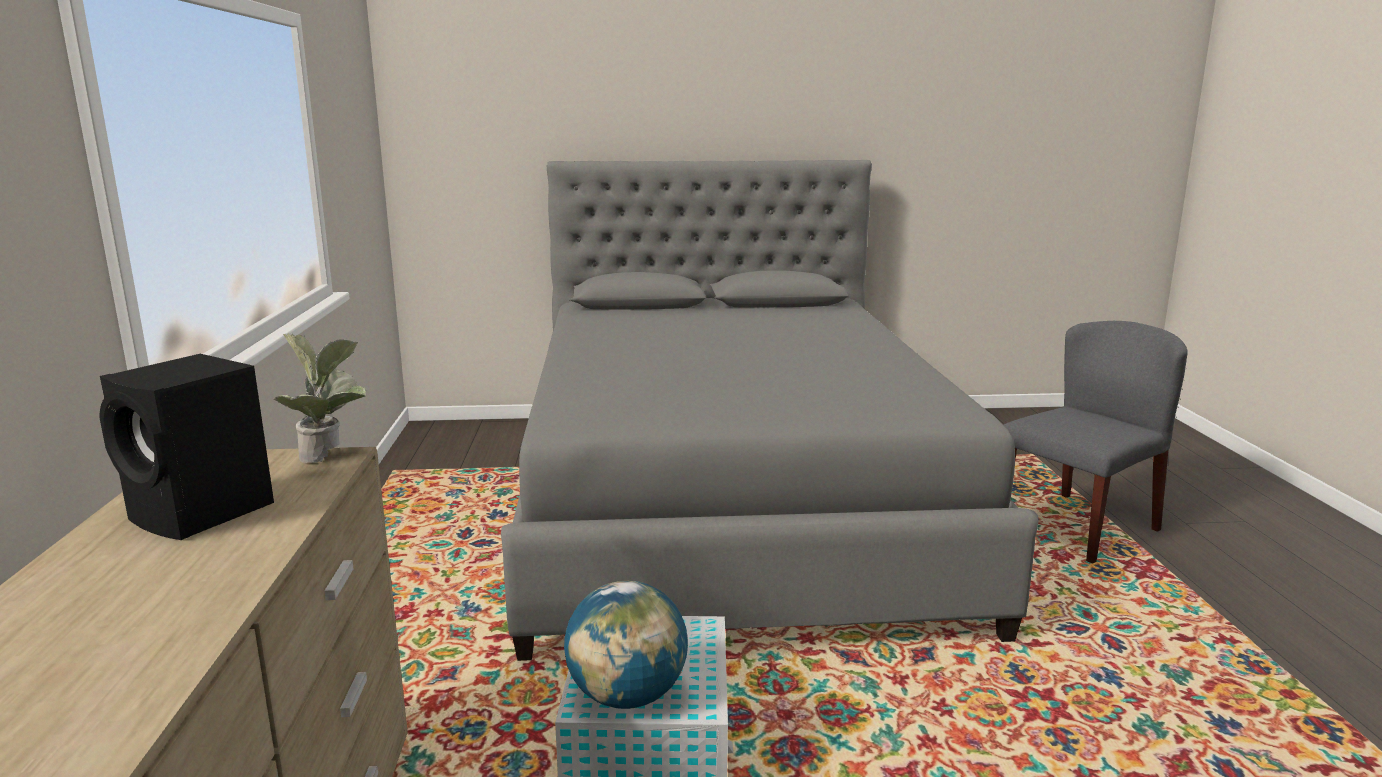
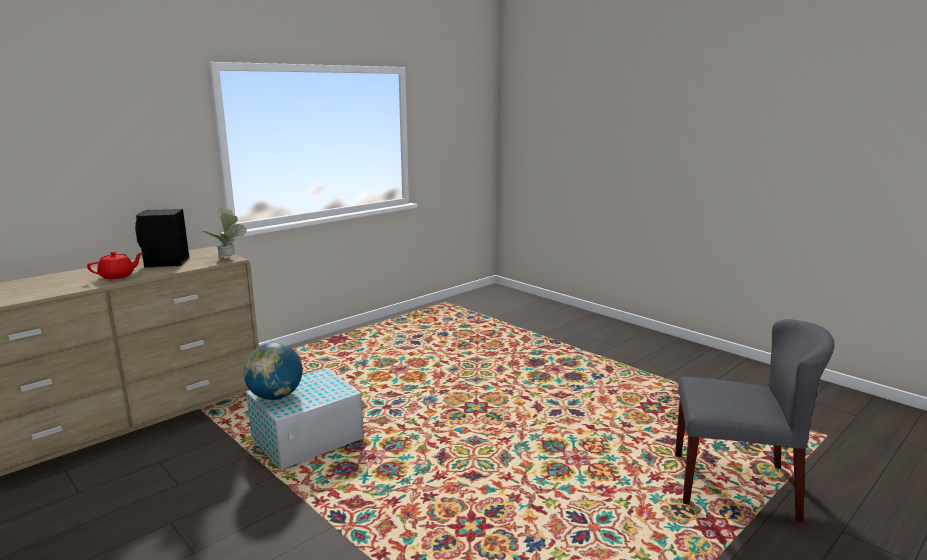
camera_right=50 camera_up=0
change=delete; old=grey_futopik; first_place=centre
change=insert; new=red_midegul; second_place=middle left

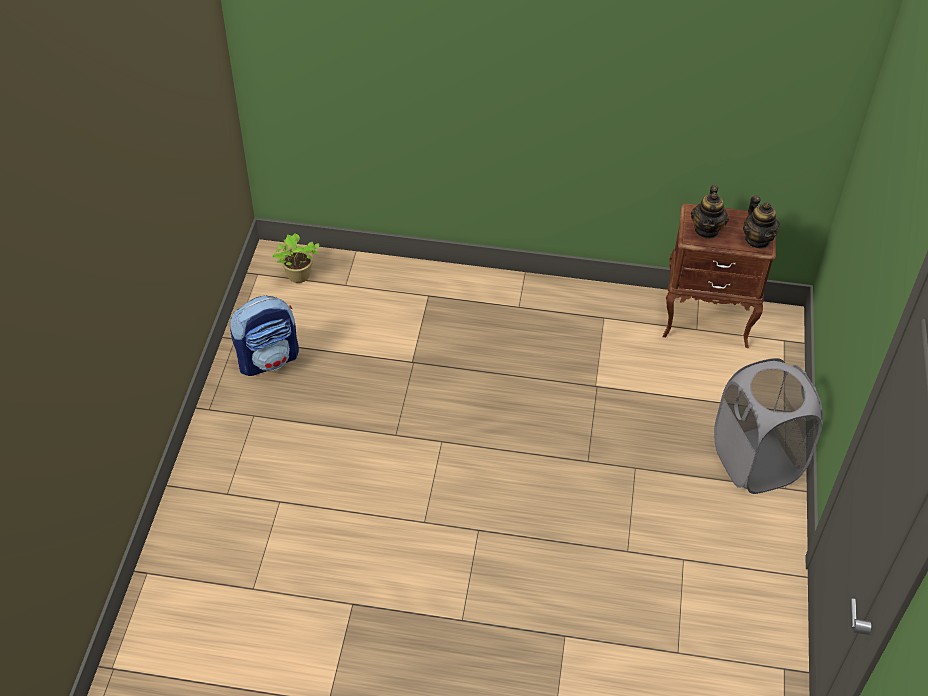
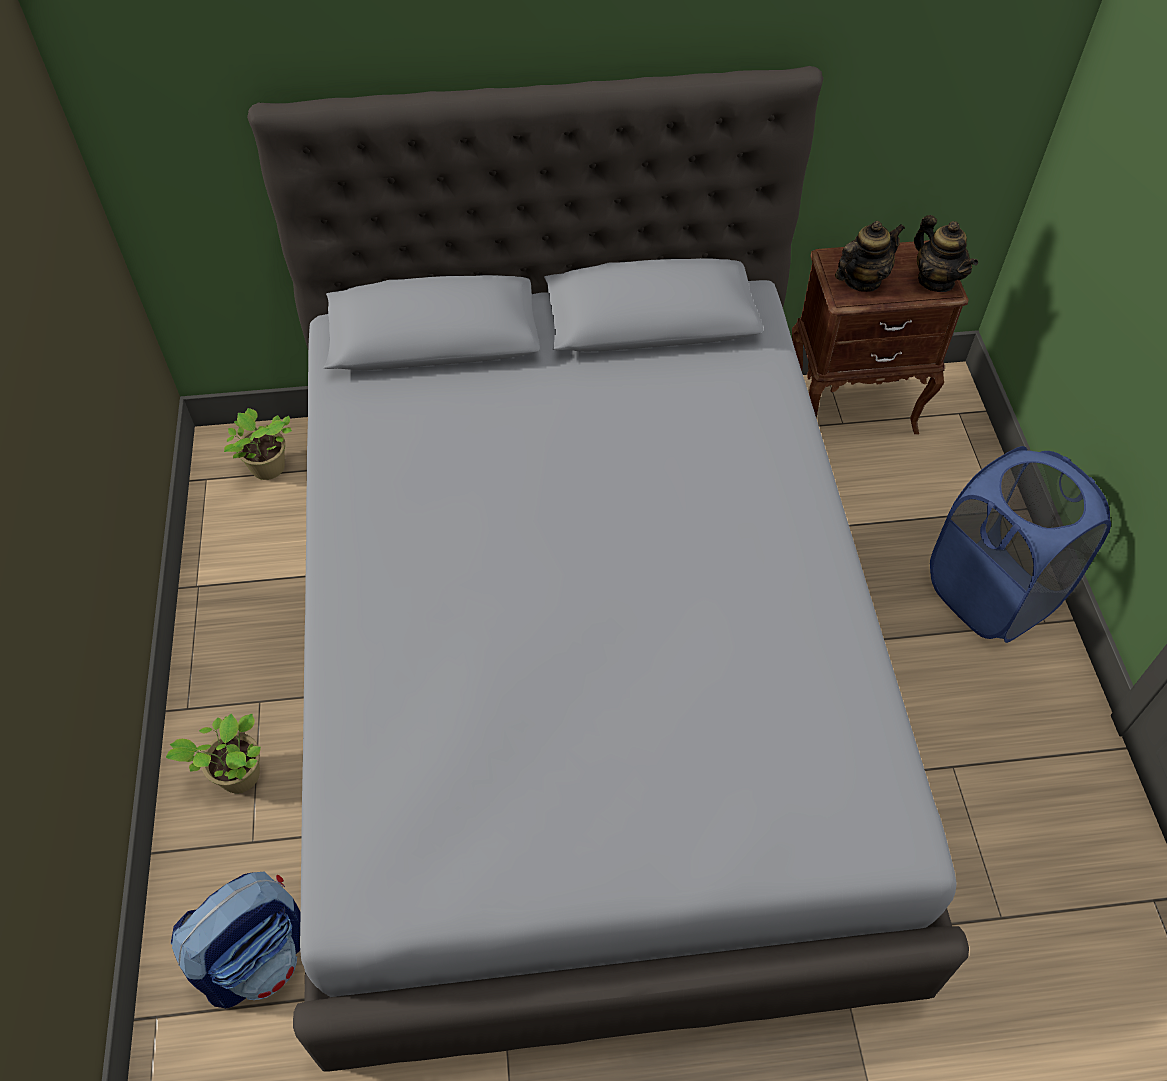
camera_right=-15 camera_up=5
change=move; old=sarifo; first_place=middle left; second_place=bottom left
change=rotate; old=midegul (1st from left); first_place=top right; second_place=top right; degrees=-120
change=recolor; old=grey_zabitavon; new=blue_zabitavon; first_place=middle right; second_place=middle right
change=insert; new=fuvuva (1st from left); second_place=bottom left
change=insert; new=grey_futopik; second_place=centre

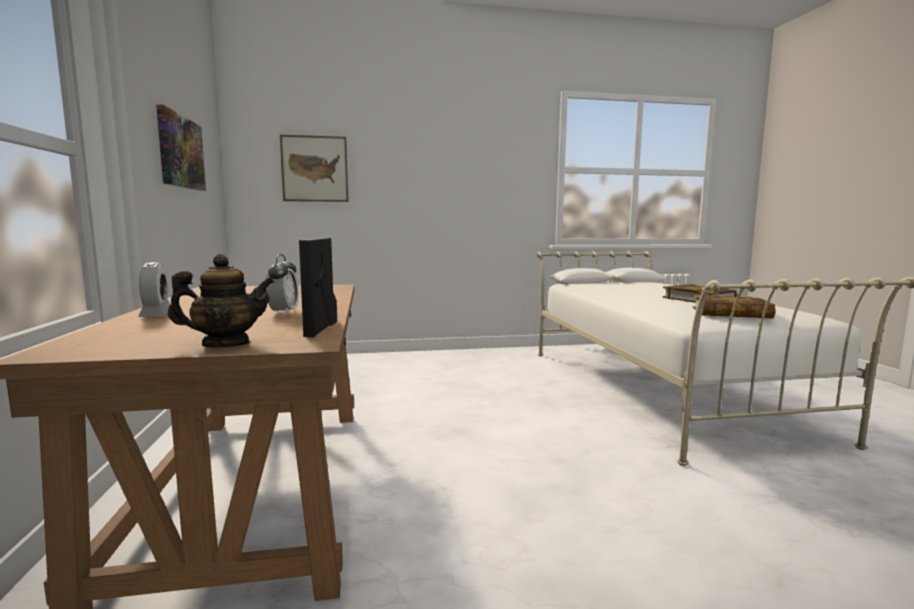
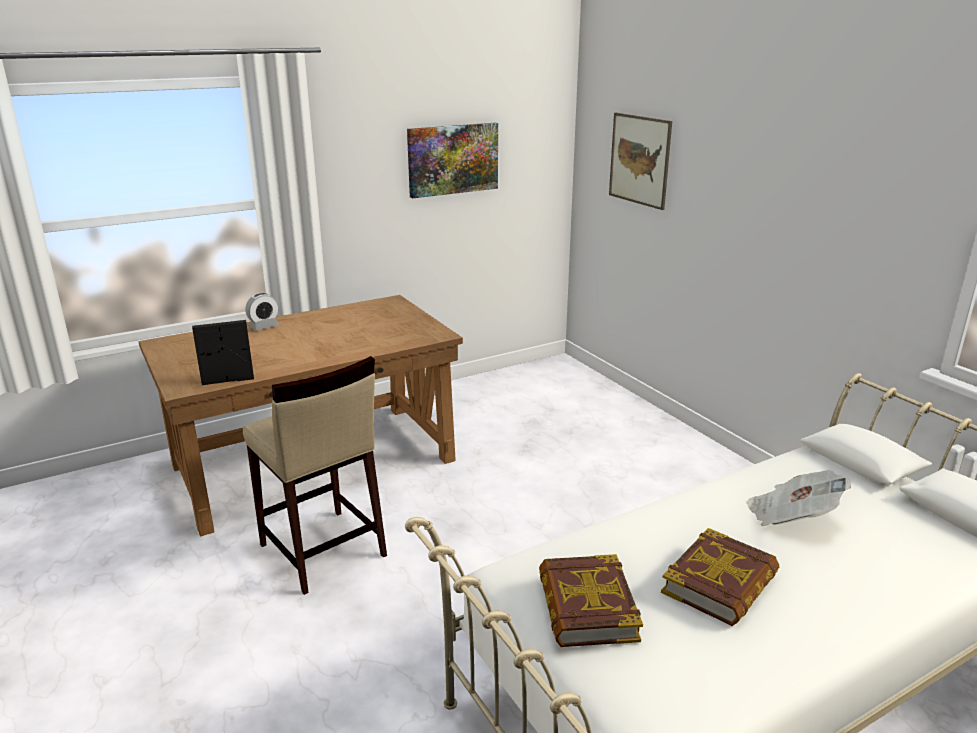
camera_right=70 camera_up=15
change=delete; old=midegul; first_place=middle left
change=delete; old=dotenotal (2nd from left); first_place=middle left
change=insert; new=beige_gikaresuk; second_place=middle left
change=insert; new=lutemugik; second_place=bottom right

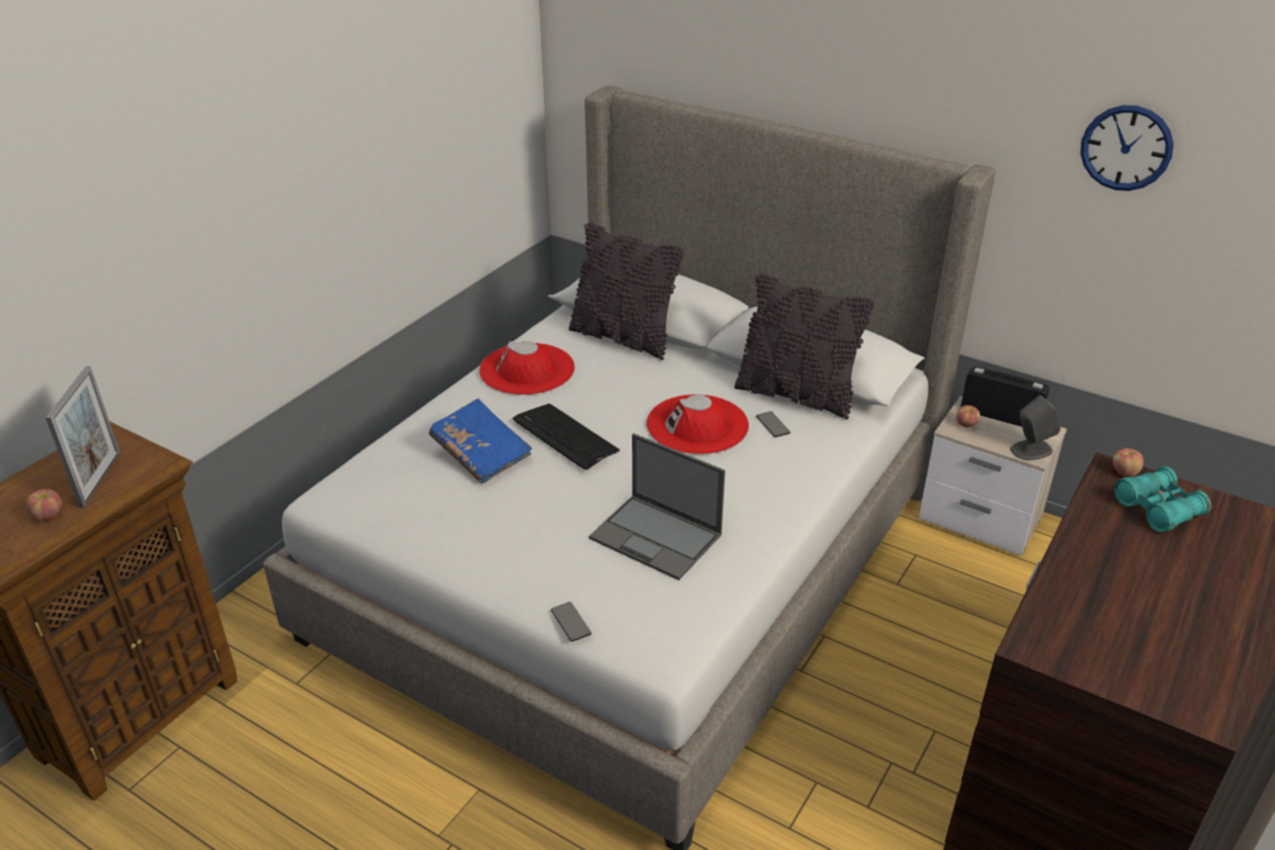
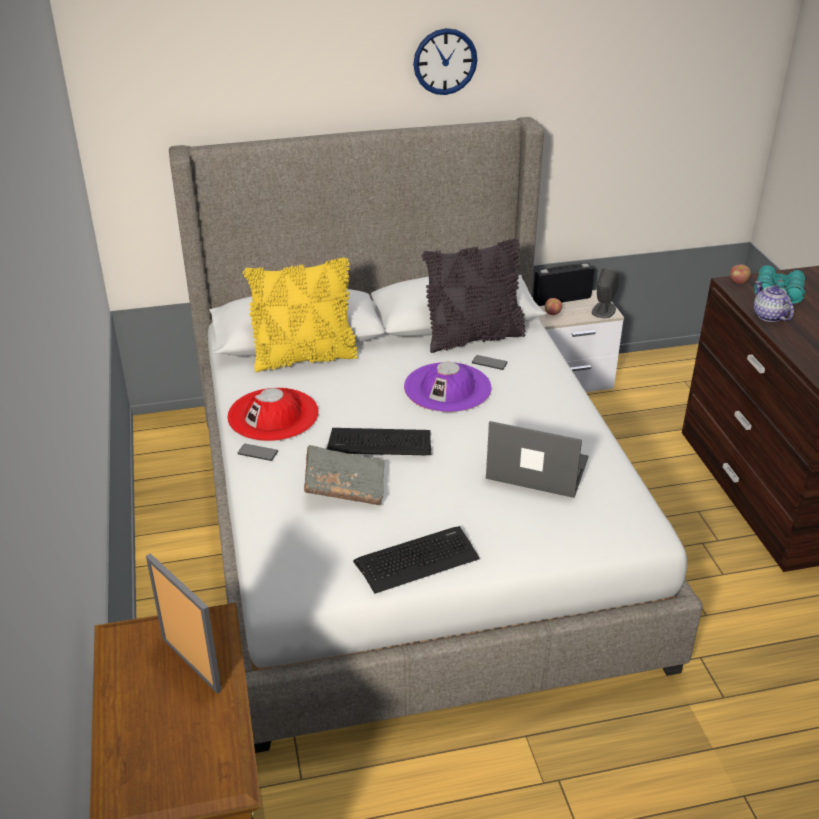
camera_right=-45 camera_up=0
change=delete; old=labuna (1st from left); first_place=middle left
change=recolor; old=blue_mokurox; new=grey_mokurox; first_place=centre; second_place=centre
change=move; old=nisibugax (1st from left); first_place=bottom centre; second_place=middle left
change=recolor; old=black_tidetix (1st from left); new=yellow_tidetix; first_place=centre; second_place=centre
change=rotate; old=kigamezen; first_place=centre; second_place=centre; degrees=-150
change=recolor; old=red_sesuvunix (2nd from left); new=purple_sesuvunix; first_place=centre; second_place=centre
change=move; old=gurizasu; first_place=top right; second_place=top centre
change=insert; new=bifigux (2nd from left); second_place=bottom centre
change=insert; new=midegul; second_place=middle right

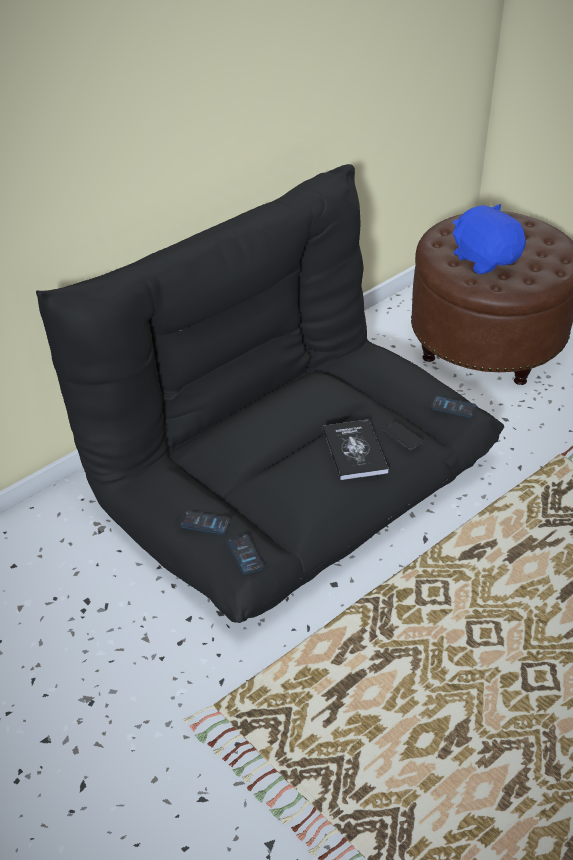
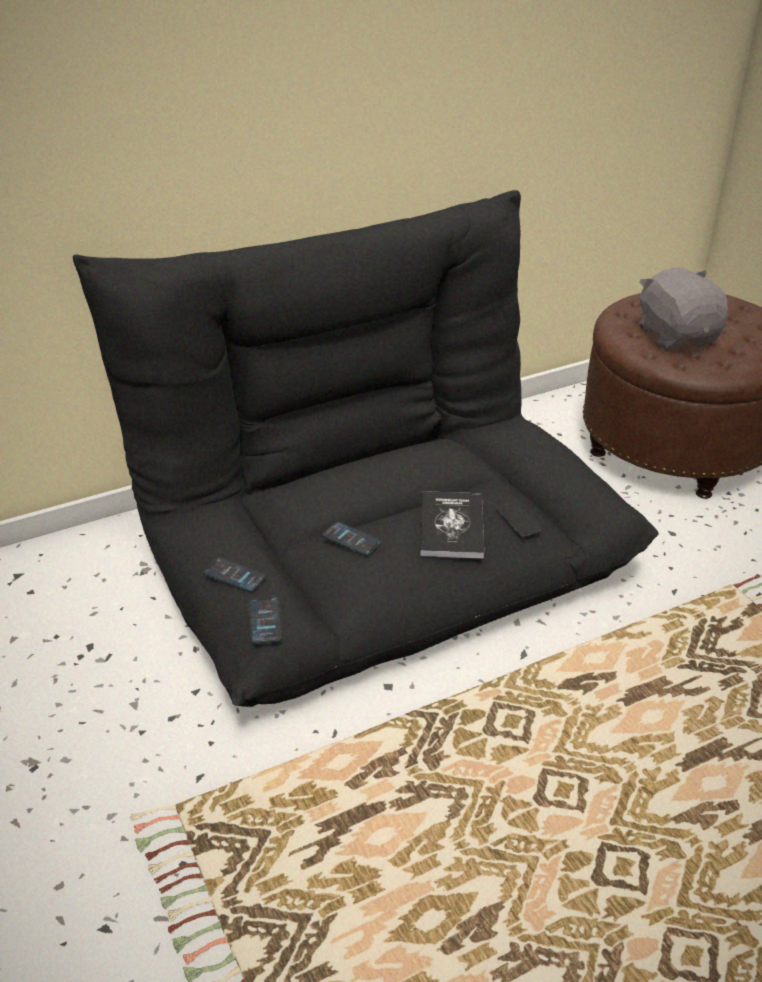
camera_right=15 camera_up=-5
change=move; old=nisibugax (4th from left in the first image); new=nisibugax (3rd from left); first_place=middle right; second_place=centre
change=recolor; old=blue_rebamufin; new=grey_rebamufin; first_place=top right; second_place=top right

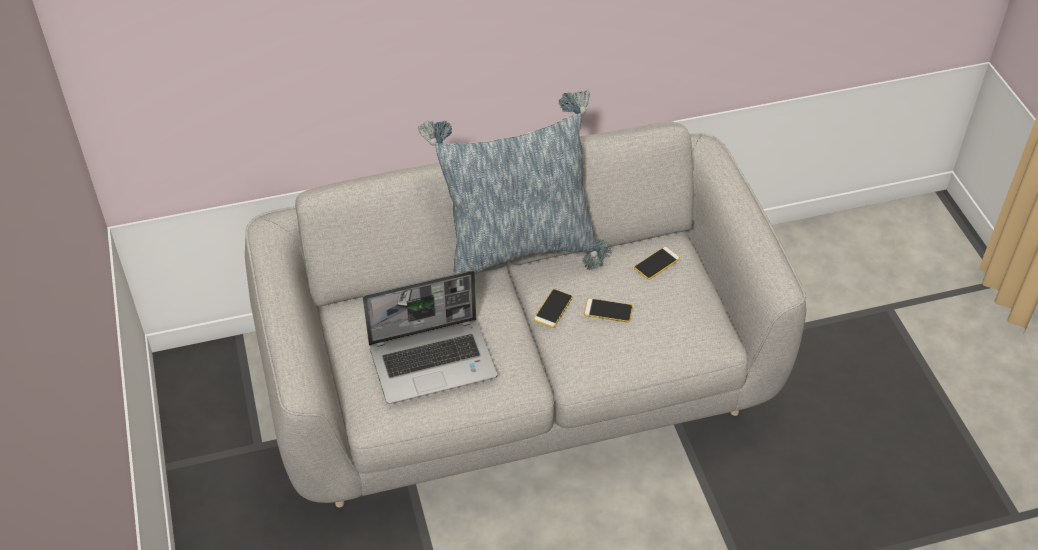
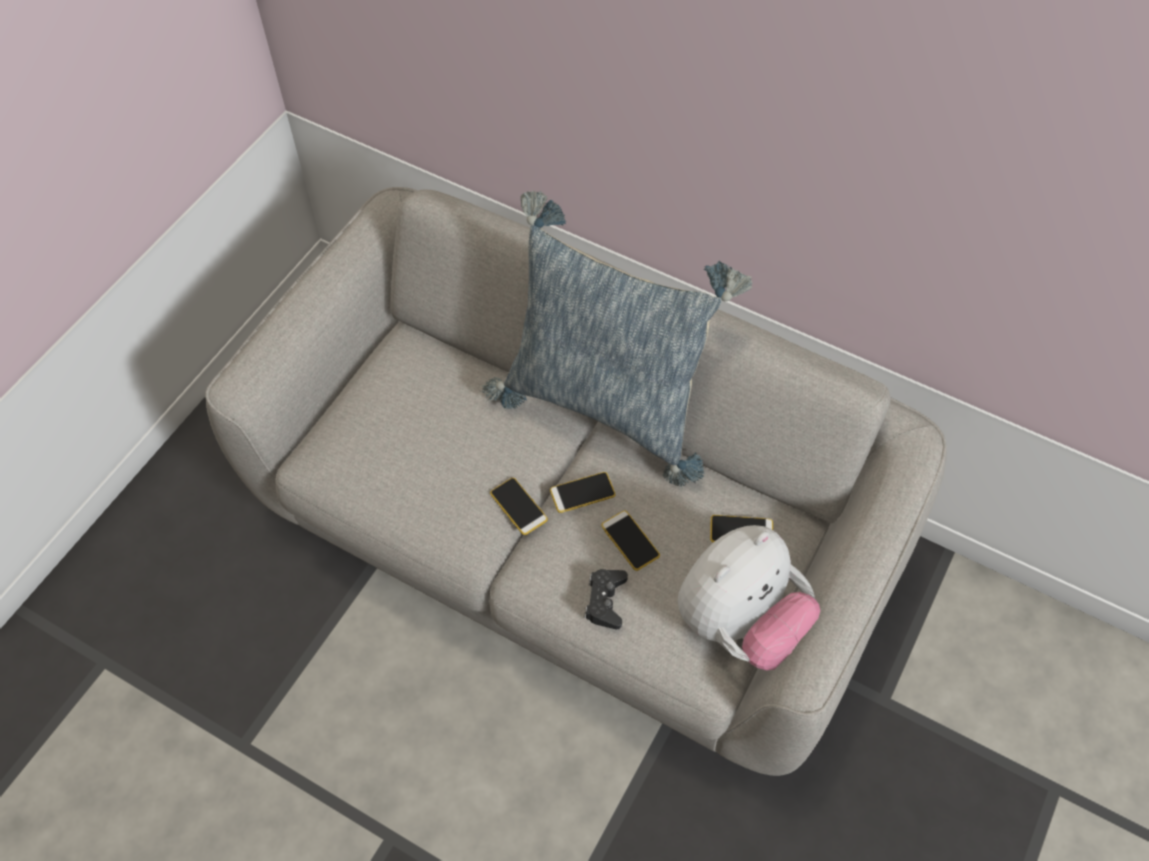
camera_right=45 camera_up=10
change=delete; old=kigamezen; first_place=centre
change=insert; new=nisibugax (1st from left); second_place=centre
change=insert; new=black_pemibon; second_place=bottom centre
change=insert; new=rebamufin; second_place=bottom centre

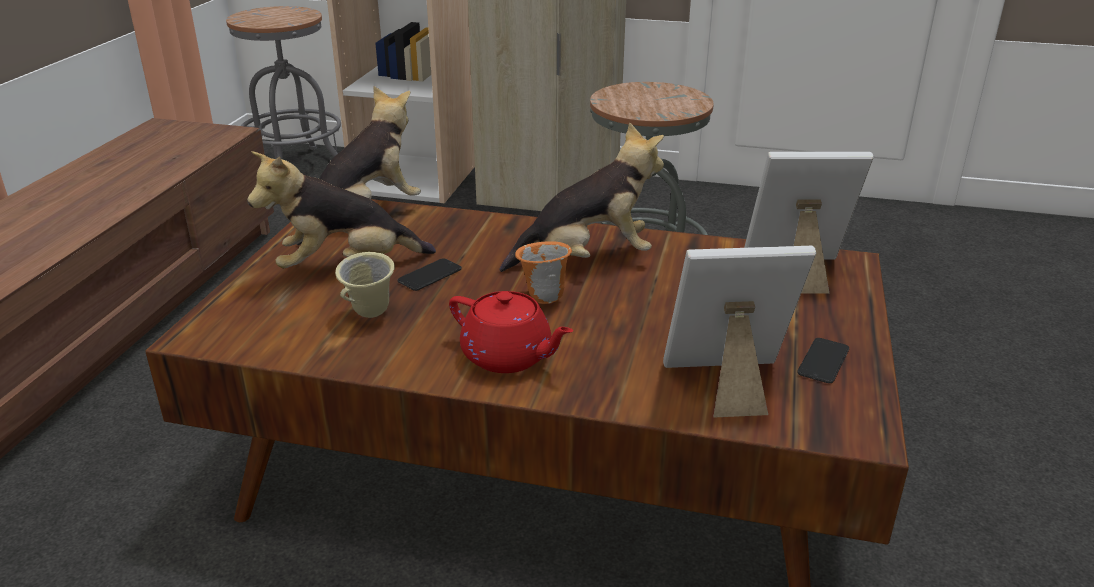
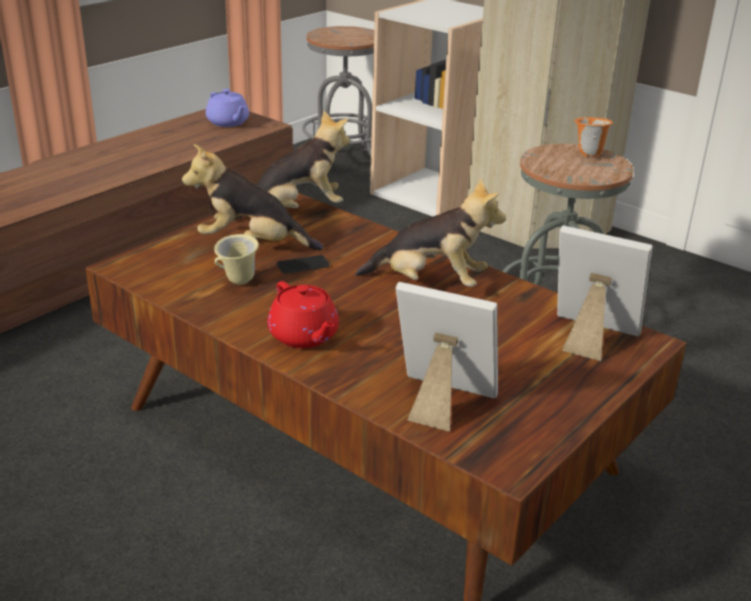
camera_right=25 camera_up=0
change=move; old=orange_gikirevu; first_place=centre; second_place=top right
change=delete; old=nisibugax (2nd from left); first_place=middle right
change=insert; new=purple_midegul; second_place=top left

